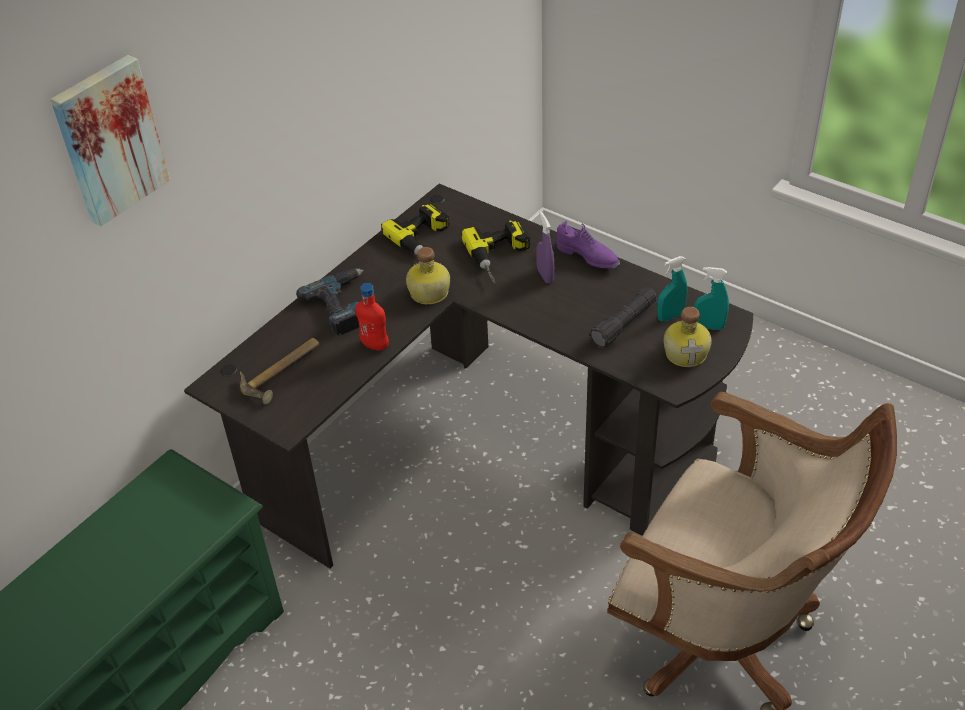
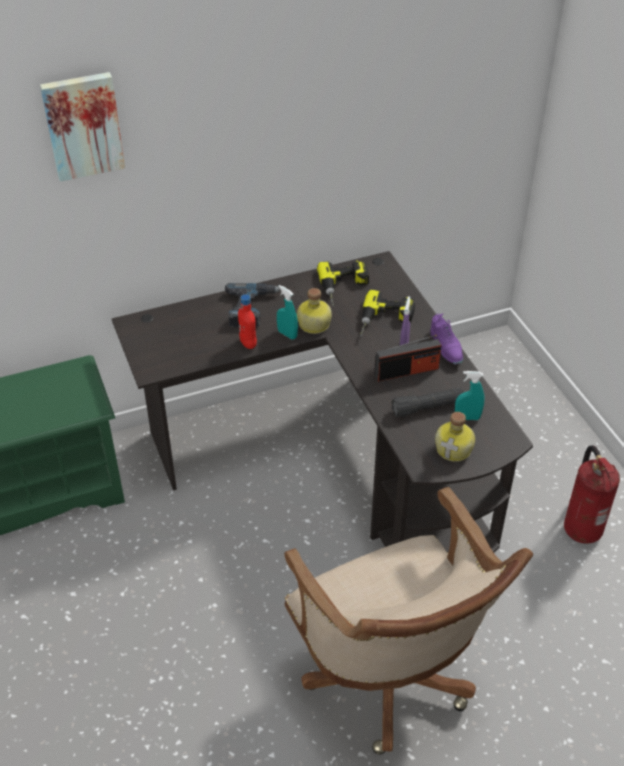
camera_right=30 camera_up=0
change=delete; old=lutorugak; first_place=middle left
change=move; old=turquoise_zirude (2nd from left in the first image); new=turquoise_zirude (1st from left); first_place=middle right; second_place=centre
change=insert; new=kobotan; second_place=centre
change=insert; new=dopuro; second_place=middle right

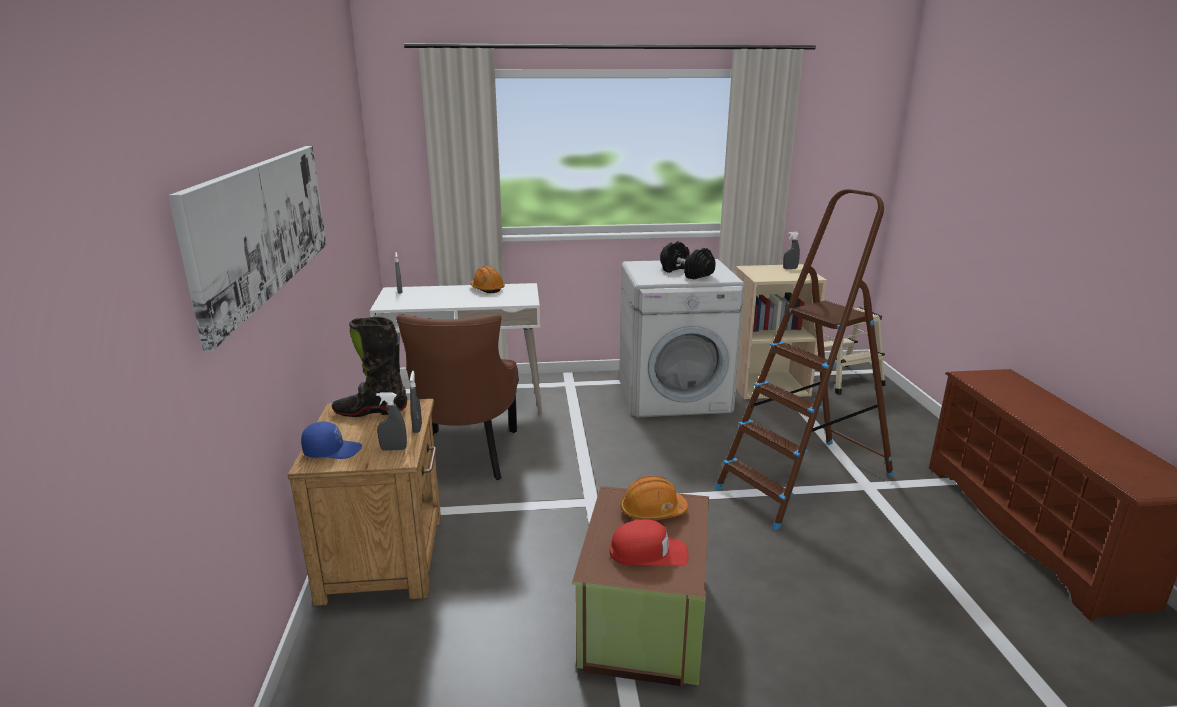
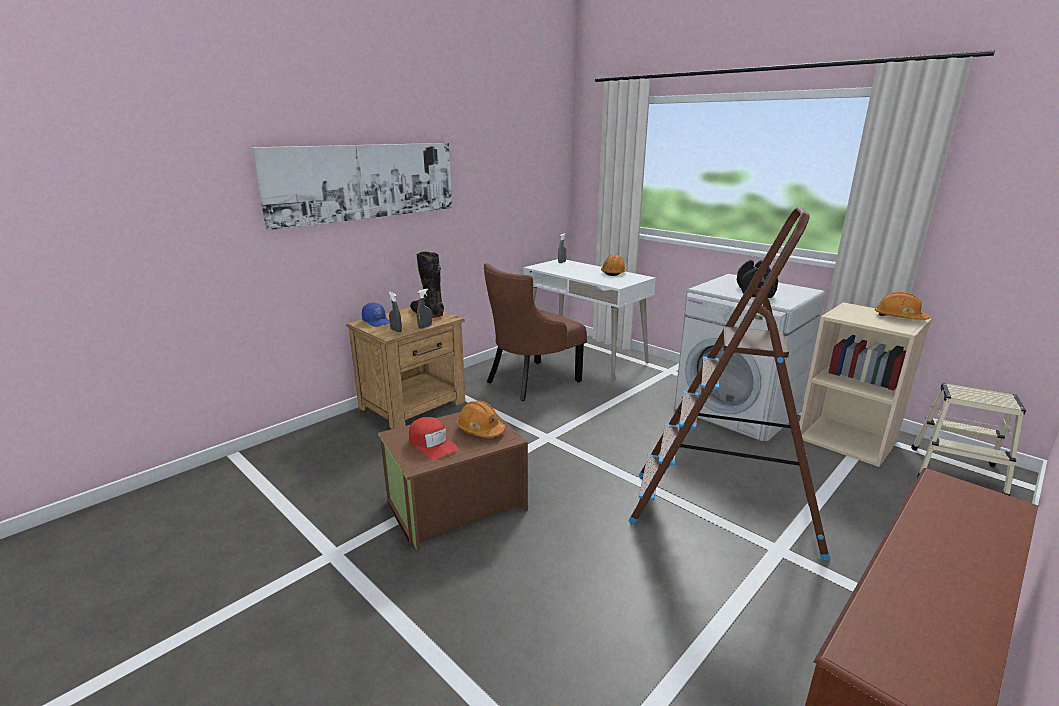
camera_right=50 camera_up=0
change=replace; old=grey_zirude (4th from left); new=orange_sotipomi (3rd from left); first_place=middle right; second_place=middle right

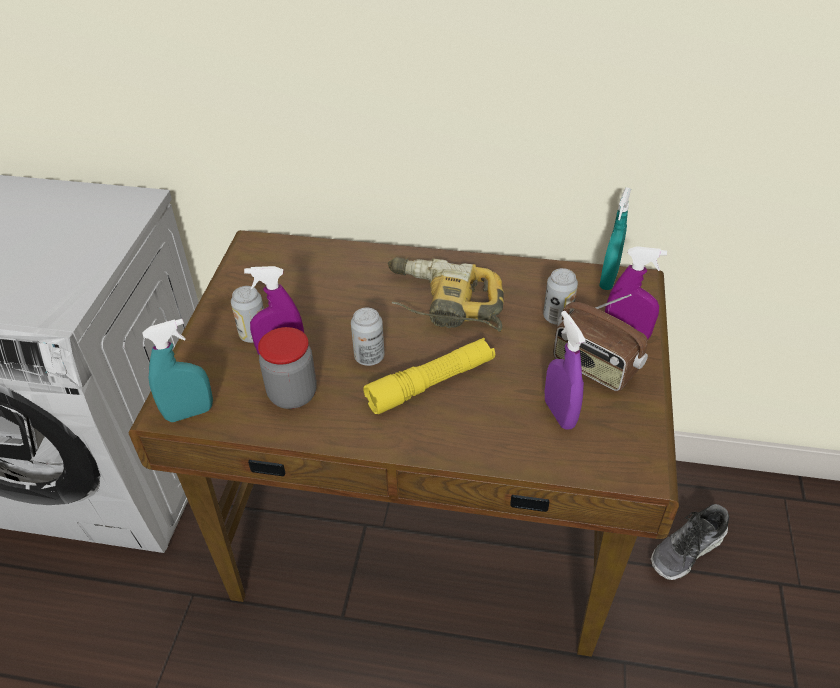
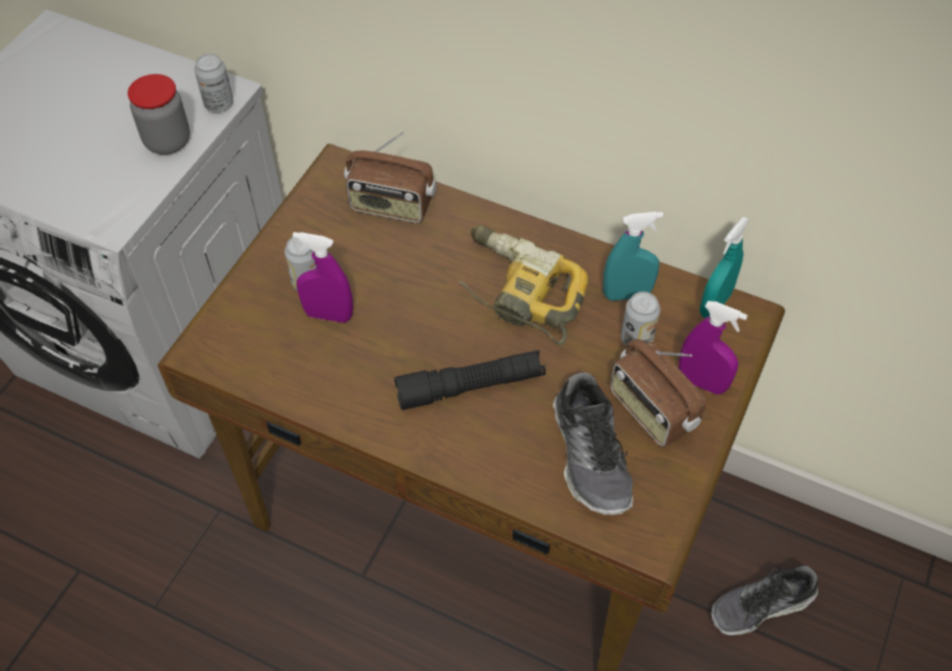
camera_right=15 camera_up=10
change=move; old=turquoise_zirude (1st from left); first_place=middle left; second_place=centre
change=move; old=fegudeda; first_place=centre; second_place=top left
change=move; old=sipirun (2nd from left in the first image); new=sipirun (1st from left); first_place=centre; second_place=top left
change=recolor; old=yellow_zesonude; new=black_zesonude; first_place=centre; second_place=centre
change=replace; old=purple_zirude (2nd from left); new=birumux (1st from left); first_place=middle right; second_place=centre
change=insert; new=kobotan (1st from left); second_place=top centre

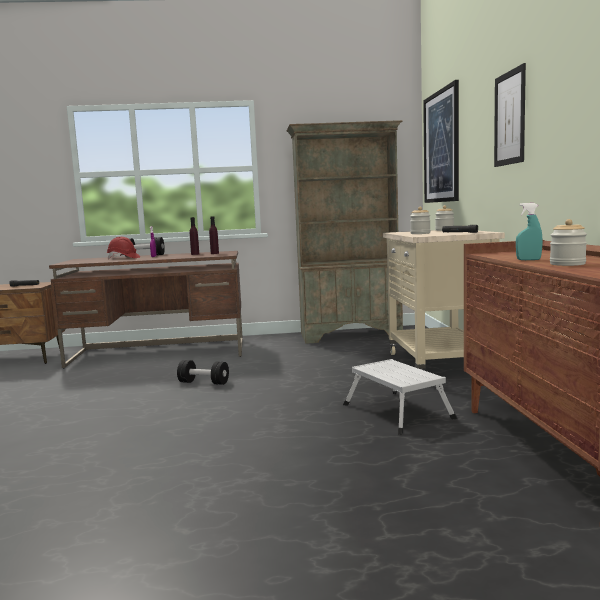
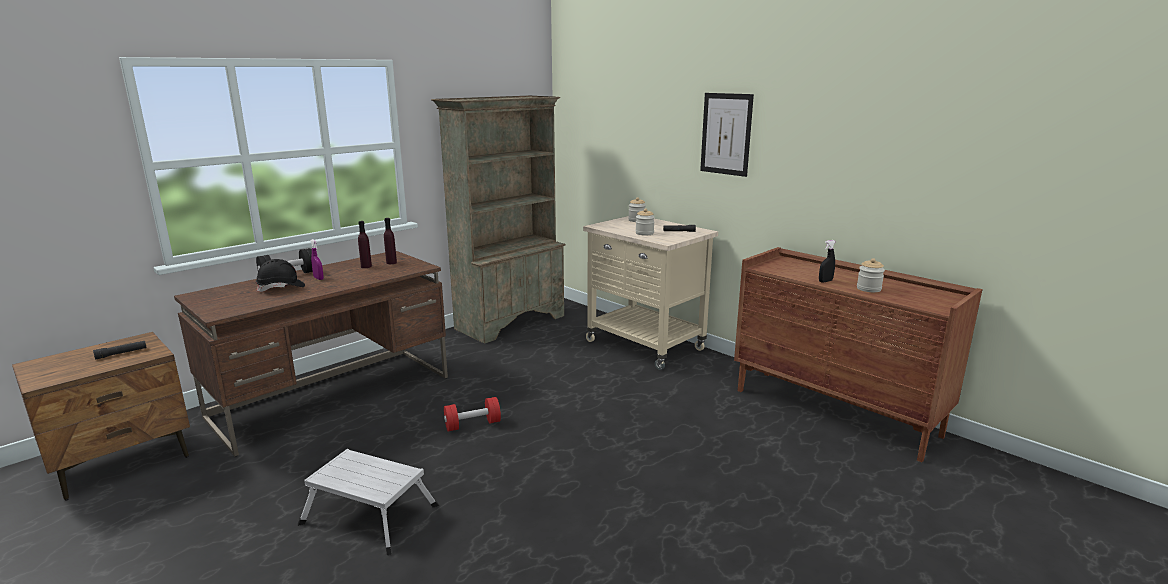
camera_right=-40 camera_up=10
change=recolor; old=red_sotipomi; new=black_sotipomi; first_place=middle left; second_place=middle left
change=recolor; old=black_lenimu (2nd from left); new=red_lenimu; first_place=centre; second_place=bottom centre
change=move; old=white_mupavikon; first_place=middle right; second_place=bottom left
change=delete; old=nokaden (1st from left); first_place=top right
change=recolor; old=turquoise_zirude; new=black_zirude; first_place=middle right; second_place=middle right

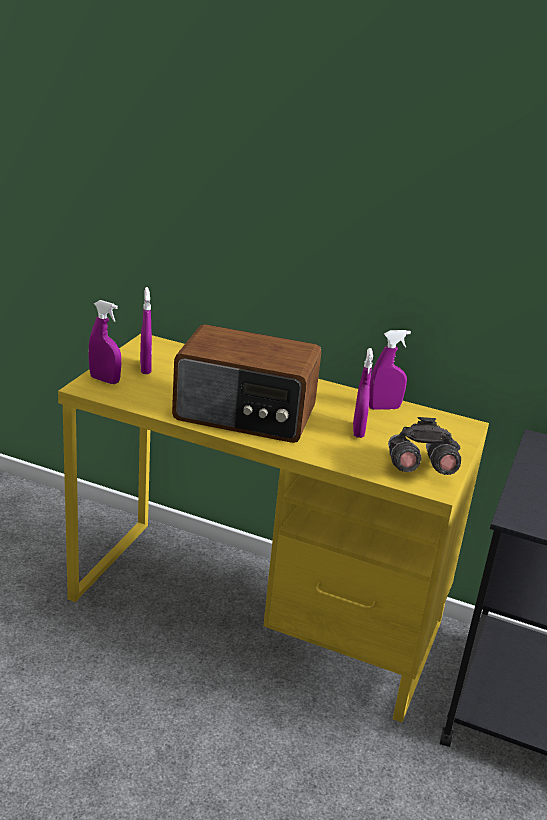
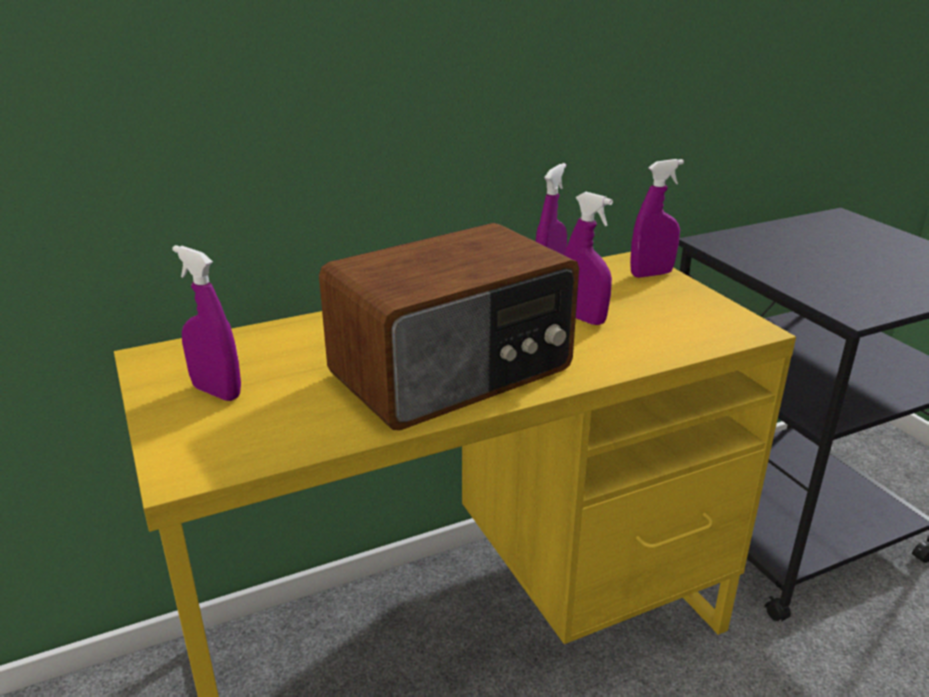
camera_right=-45 camera_up=0
change=move; old=purple_zirude (1st from left in the first image); new=purple_zirude (4th from left); first_place=middle left; second_place=top right
change=delete; old=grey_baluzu; first_place=middle right

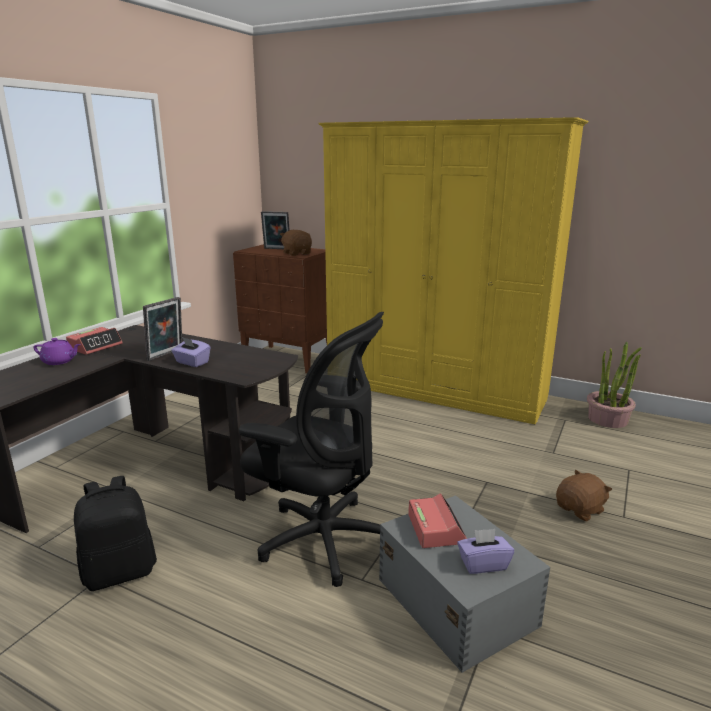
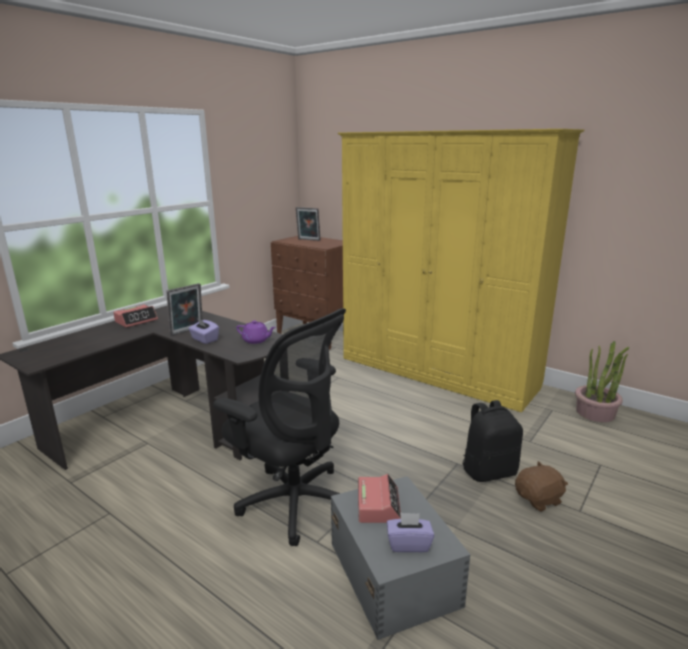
camera_right=10 camera_up=0
change=move; old=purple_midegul; first_place=middle left; second_place=centre
change=move; old=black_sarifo; first_place=bottom left; second_place=bottom right
change=delete; old=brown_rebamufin (1st from left); first_place=centre

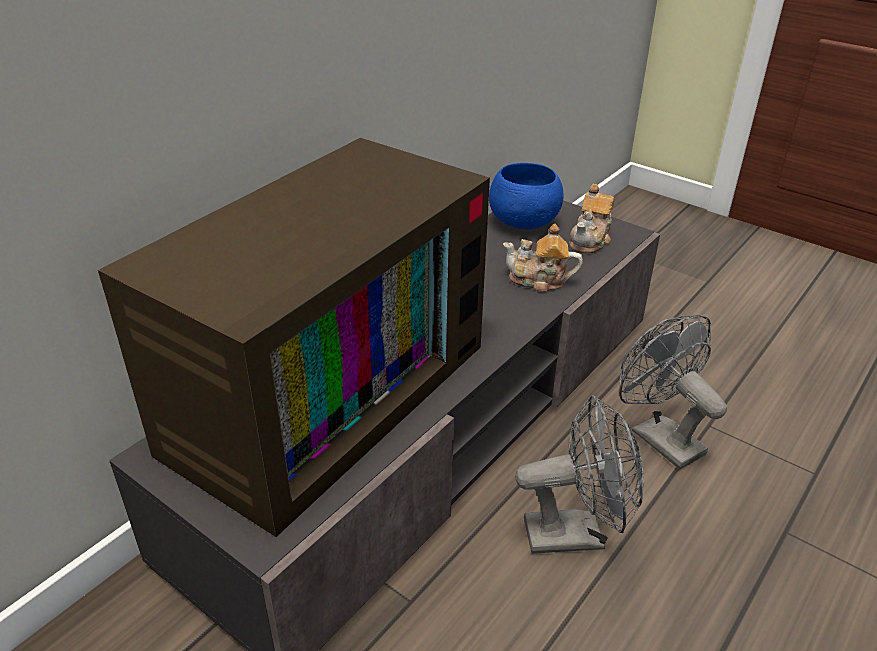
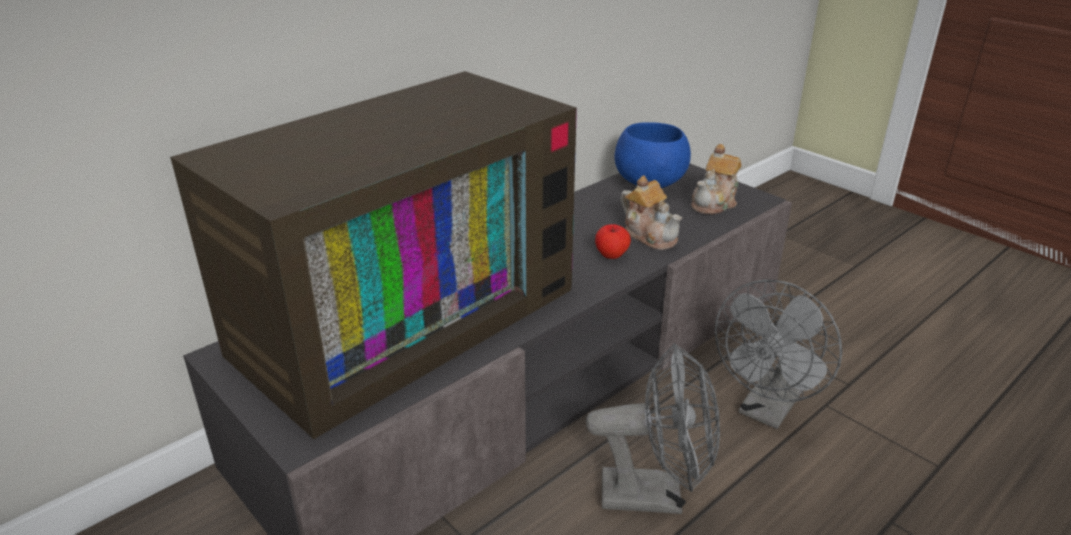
camera_right=10 camera_up=-5
change=rotate; old=midegul (1st from left); first_place=centre; second_place=centre; degrees=-150
change=rotate; old=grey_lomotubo (2nd from left); first_place=middle right; second_place=middle right; degrees=-120
change=insert; new=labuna; second_place=centre

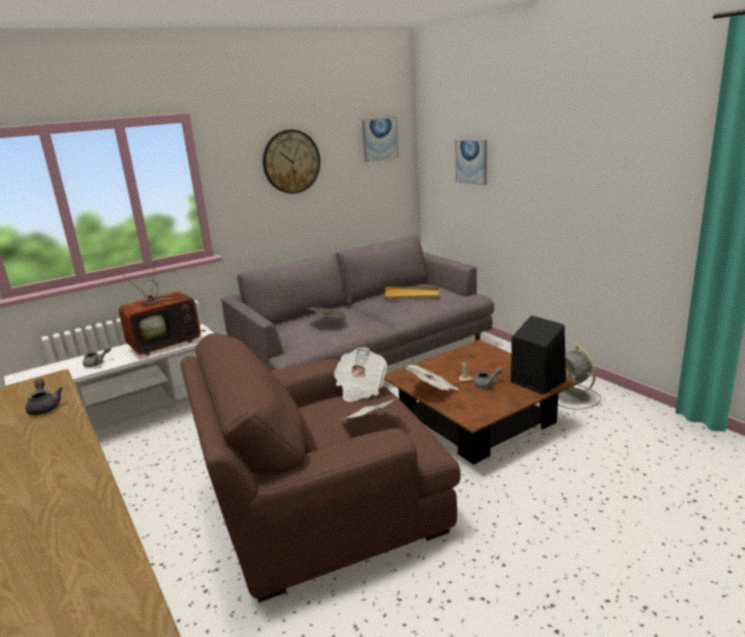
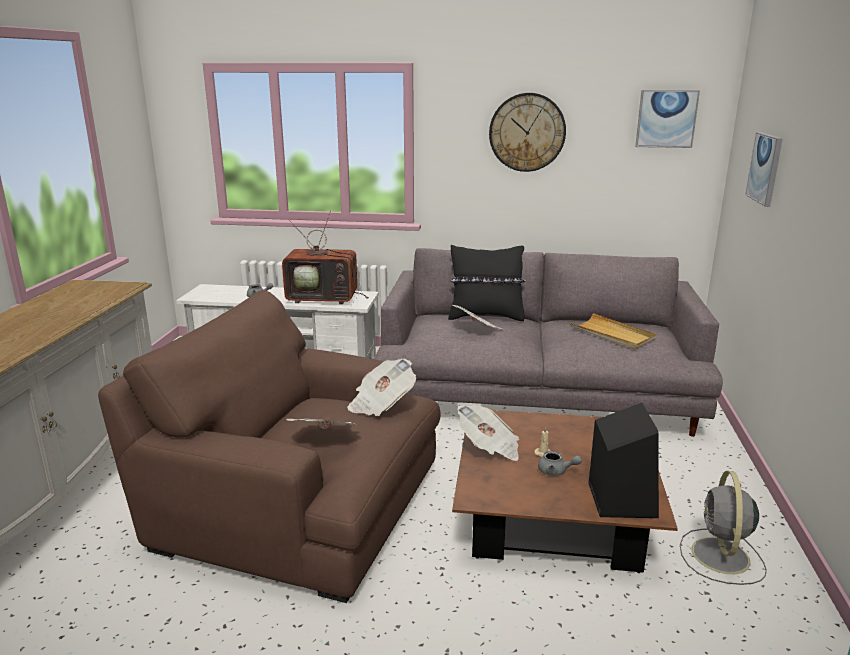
camera_right=40 camera_up=0
change=delete; old=grey_midegul (1st from left); first_place=middle left
change=insert; new=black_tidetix; second_place=centre

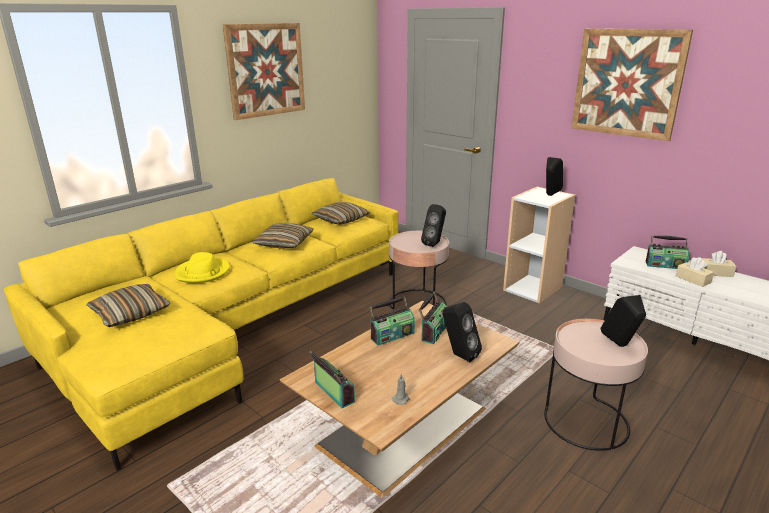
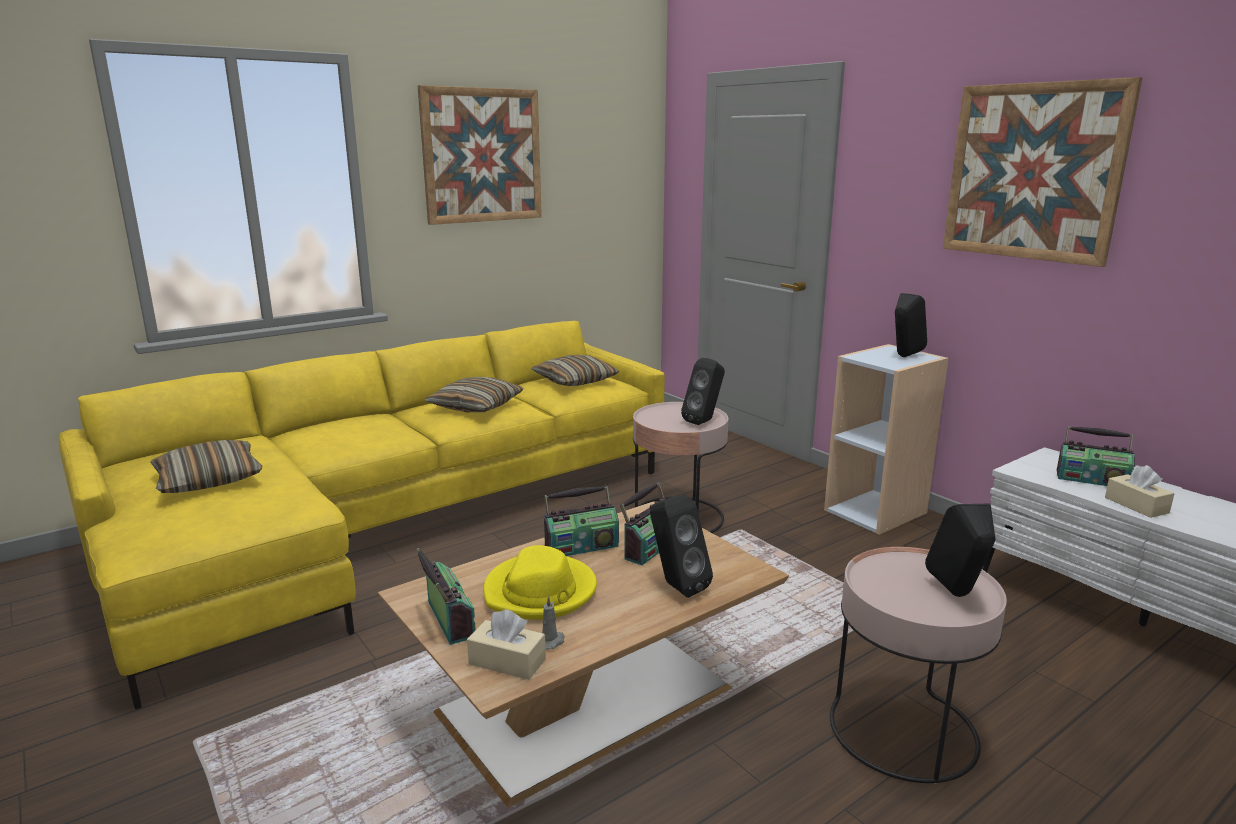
camera_right=10 camera_up=-5
change=move; old=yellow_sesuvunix; first_place=middle left; second_place=bottom centre
change=move; old=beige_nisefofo (2nd from left in the first image); new=beige_nisefofo (1st from left); first_place=middle right; second_place=bottom centre

